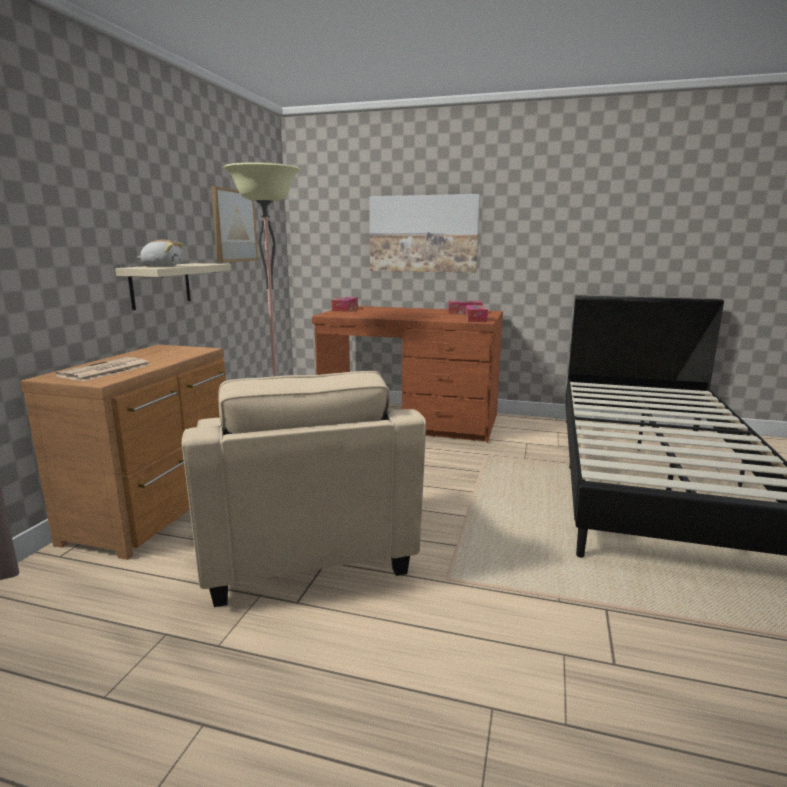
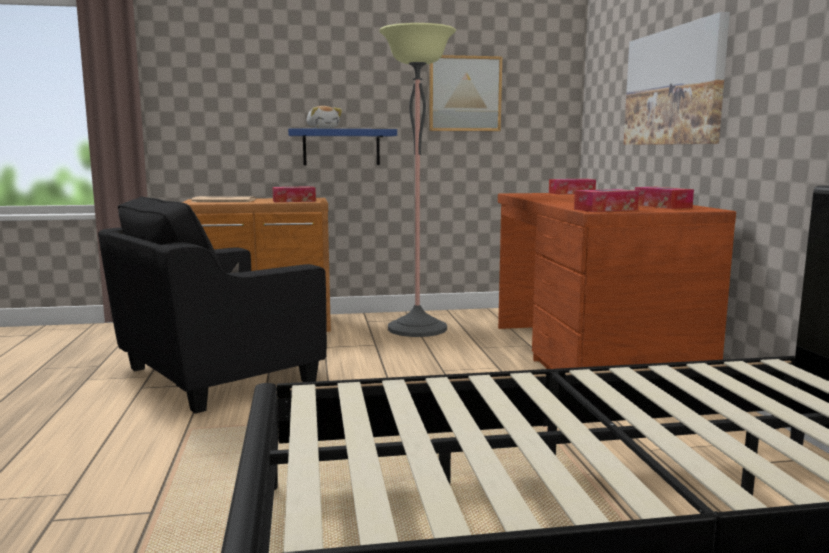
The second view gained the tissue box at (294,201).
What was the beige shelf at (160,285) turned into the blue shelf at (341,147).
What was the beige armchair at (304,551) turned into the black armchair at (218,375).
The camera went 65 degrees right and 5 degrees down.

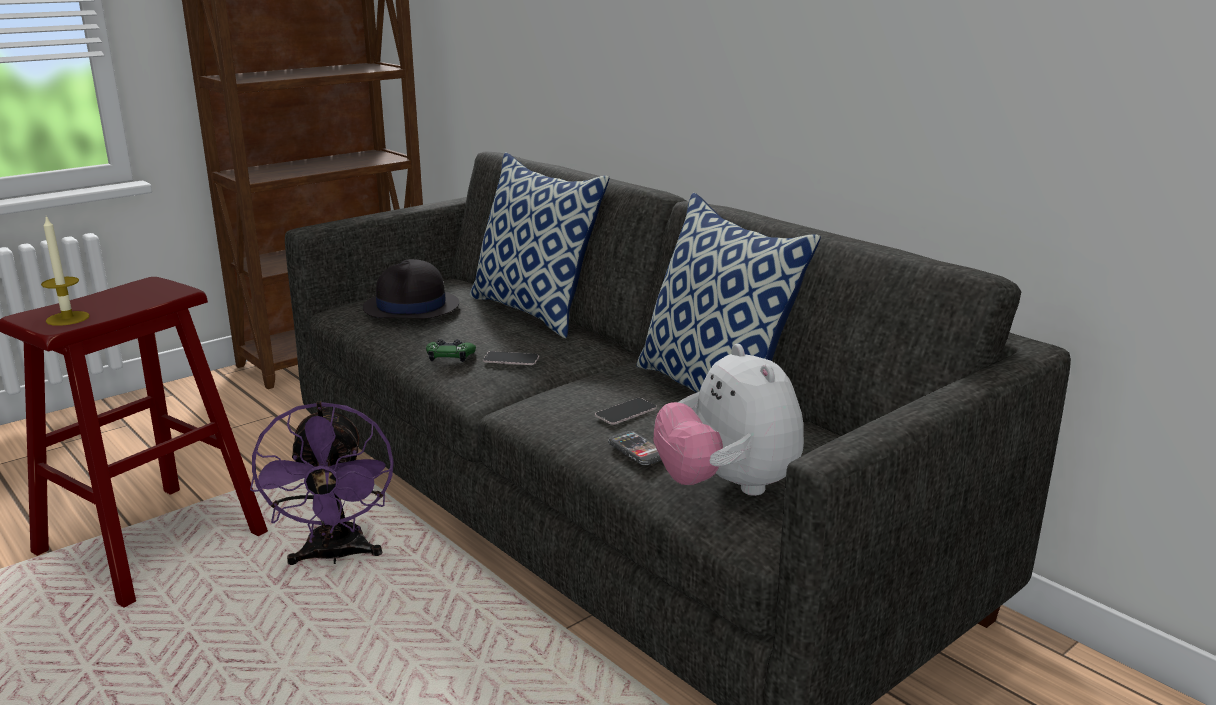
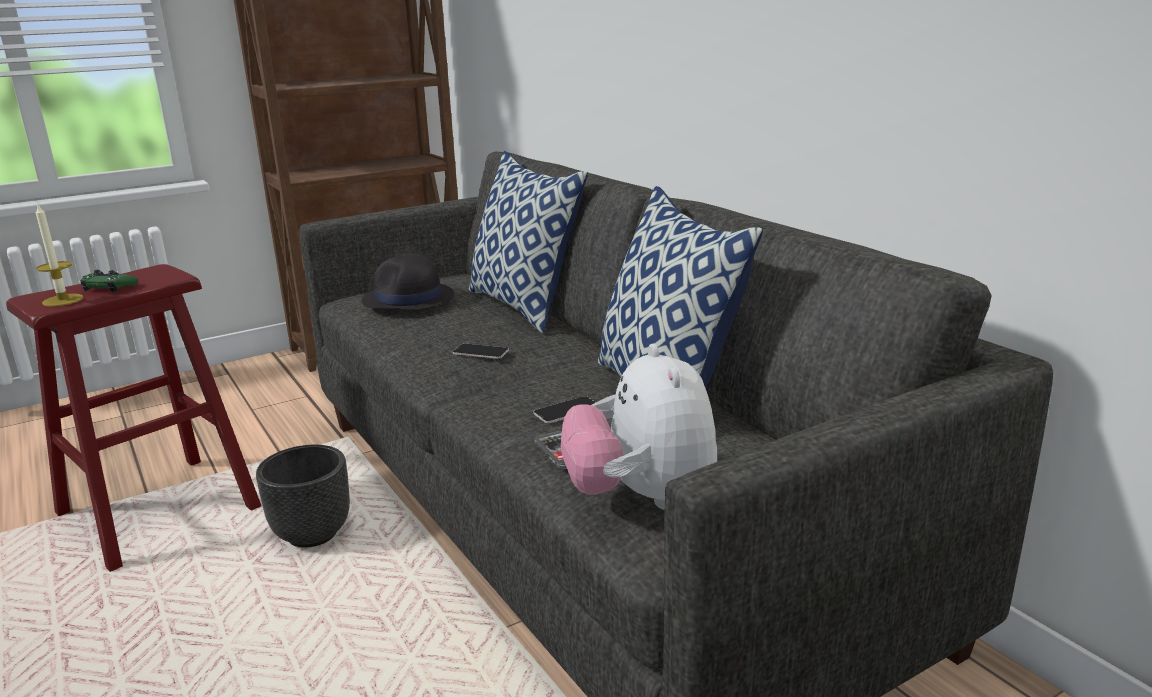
The green game controller ended up elsewhere, having gone from (450,355) to (109,287).
Where the purple fan stood at (335,556), the black planter came to stand at (313,535).
The camera went 10 degrees right and 0 degrees up.

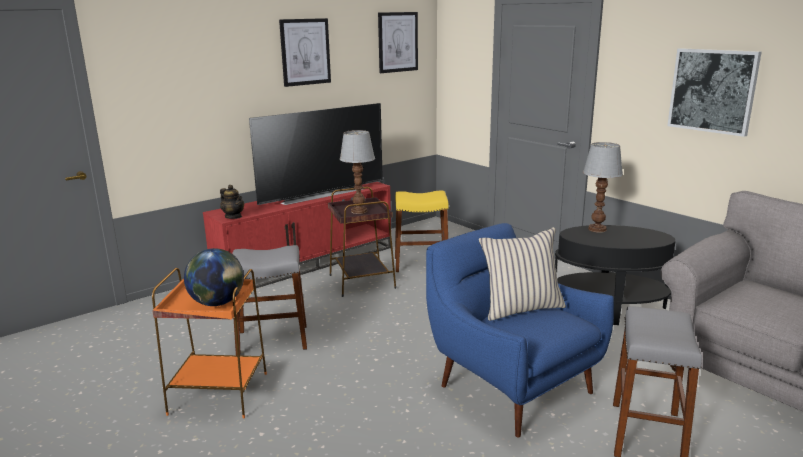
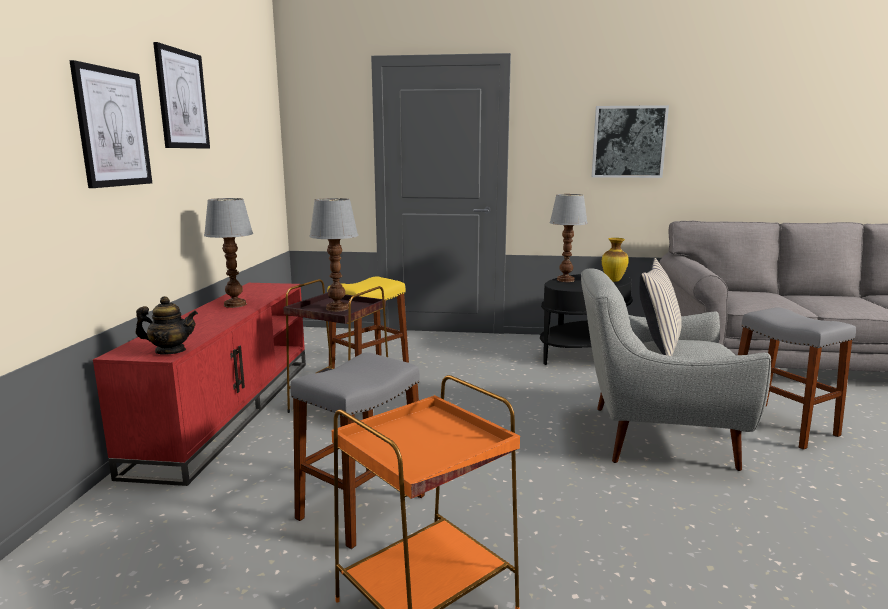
The second view lost the globe at (217,303).
The second view gained the vase at (613,281).
The picture ended up elsewhere, having gone from (397,42) to (112,128).
Where the television stood at (321,194), the table lamp came to stand at (235,304).
What was the blue armchair at (510,386) turned into the grey armchair at (652,436).
The camera went 45 degrees left and 5 degrees down.

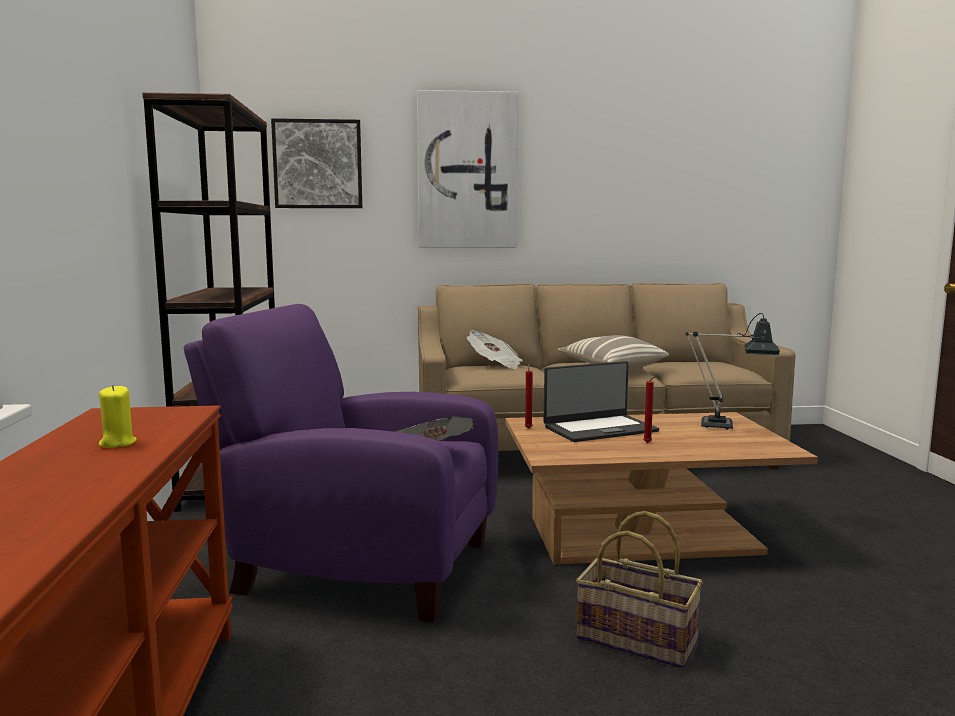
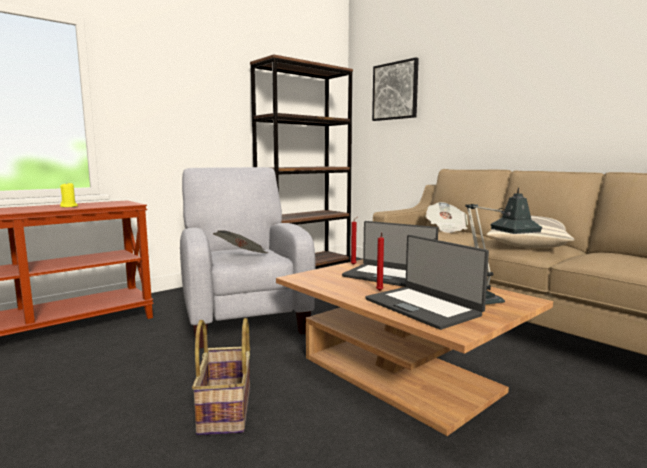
The second view lost the picture at (467,171).
The second view gained the laptop at (423,307).
What was the purple armchair at (357,565) turned into the grey armchair at (243,316).
The camera went 55 degrees right and 0 degrees up.

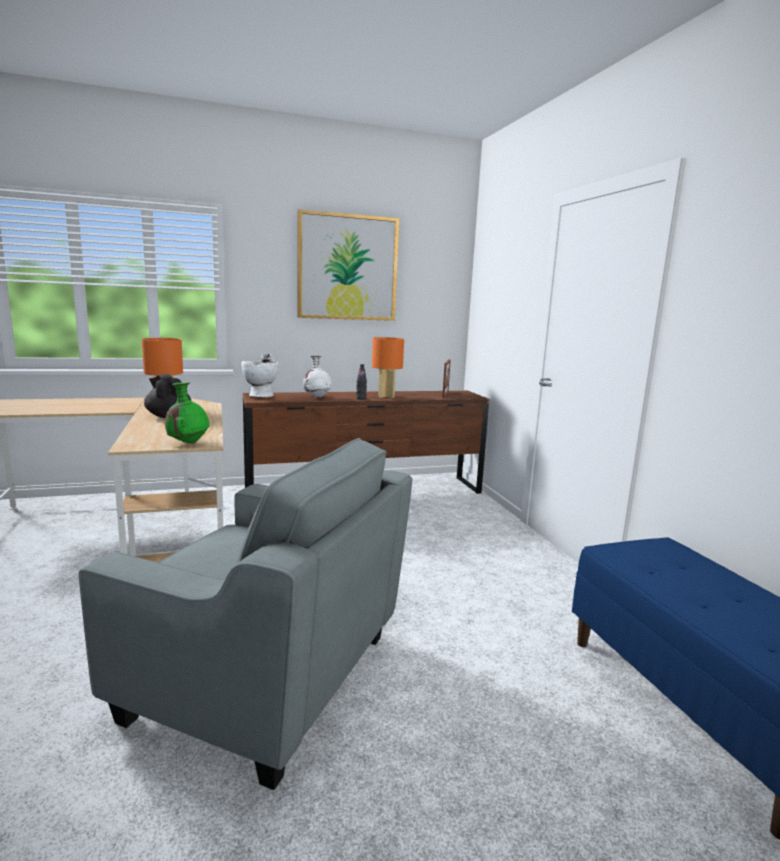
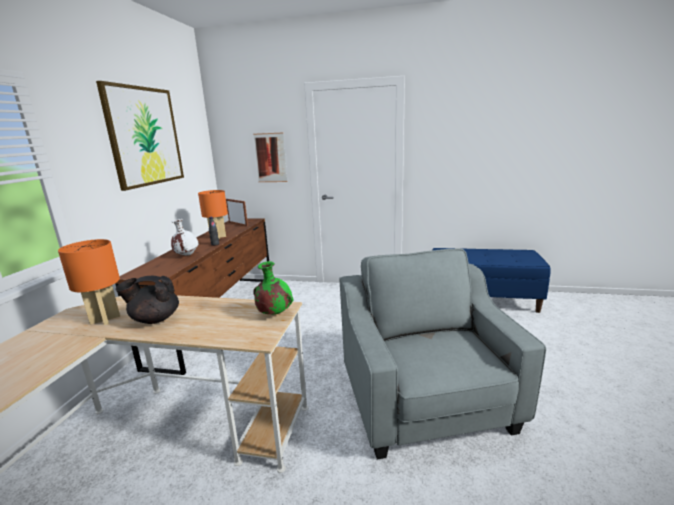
The second view lost the white vase at (262,396).
The second view gained the picture at (270,158).
The grey armchair at (265,677) ended up facing another way, 60 degrees counterclockwise from before.
The camera went 60 degrees left and 5 degrees up.

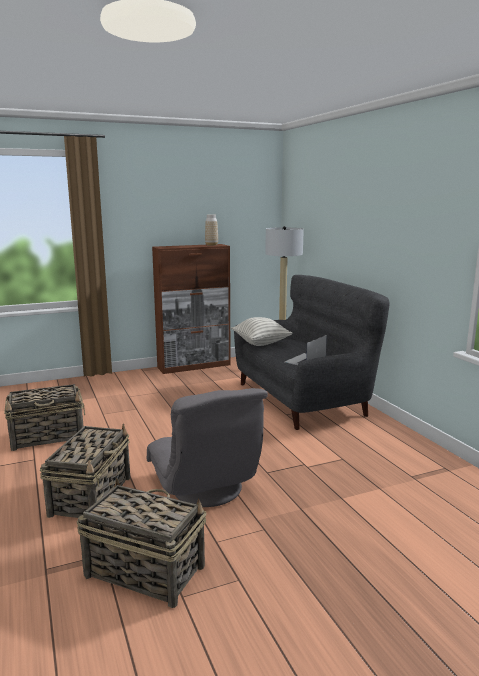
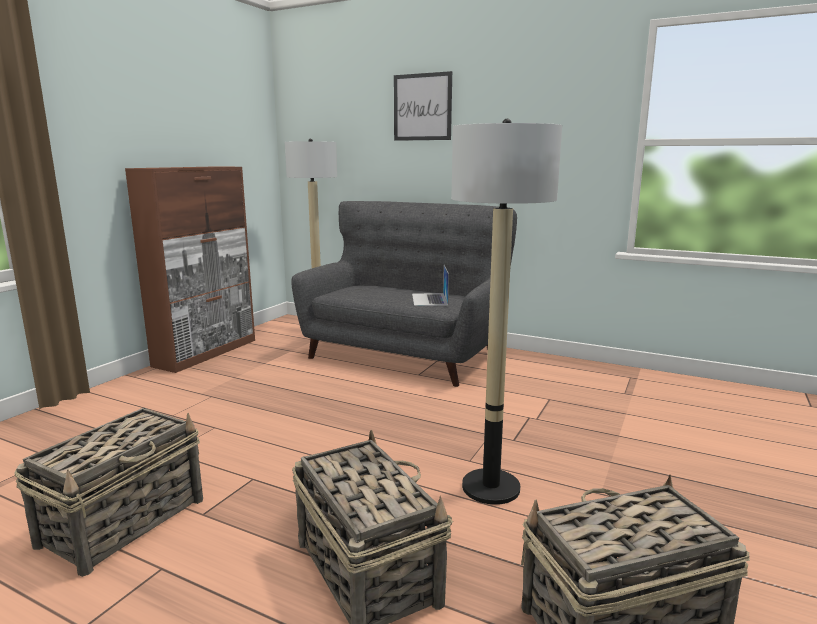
The second view lost the vase at (211,245).
The second view lost the pillow at (261,343).
The second view gained the picture at (422,107).
Where the grey armchair stood at (205,489), the floor lamp came to stand at (491,487).
The camera went 40 degrees left and 0 degrees up.

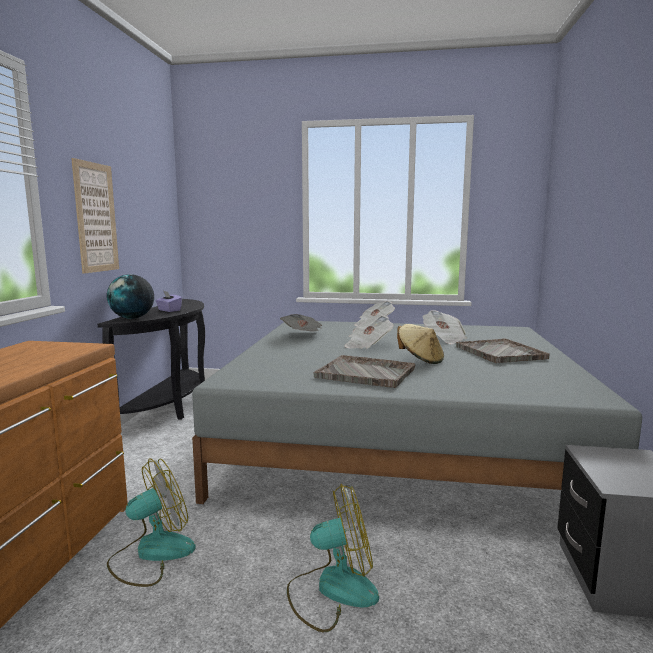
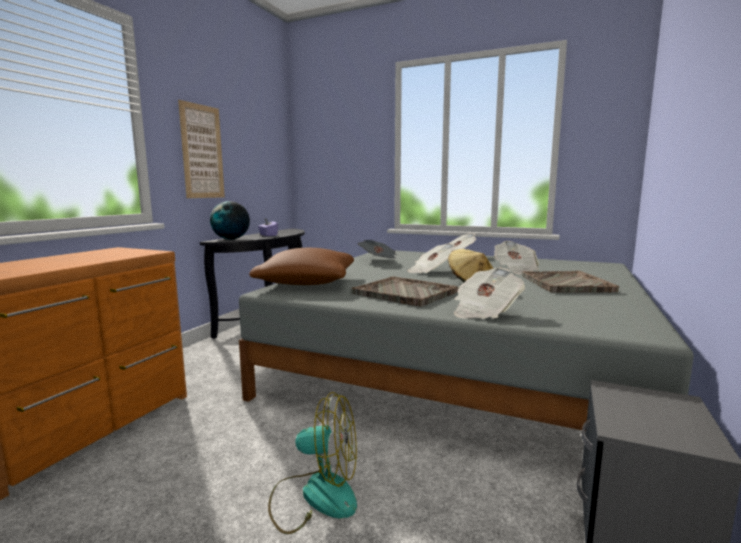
The second view lost the fan at (152,553).
The second view gained the brown pillow at (307,282).
The second view gained the newspaper at (484,312).
The camera went 15 degrees right and 0 degrees up.

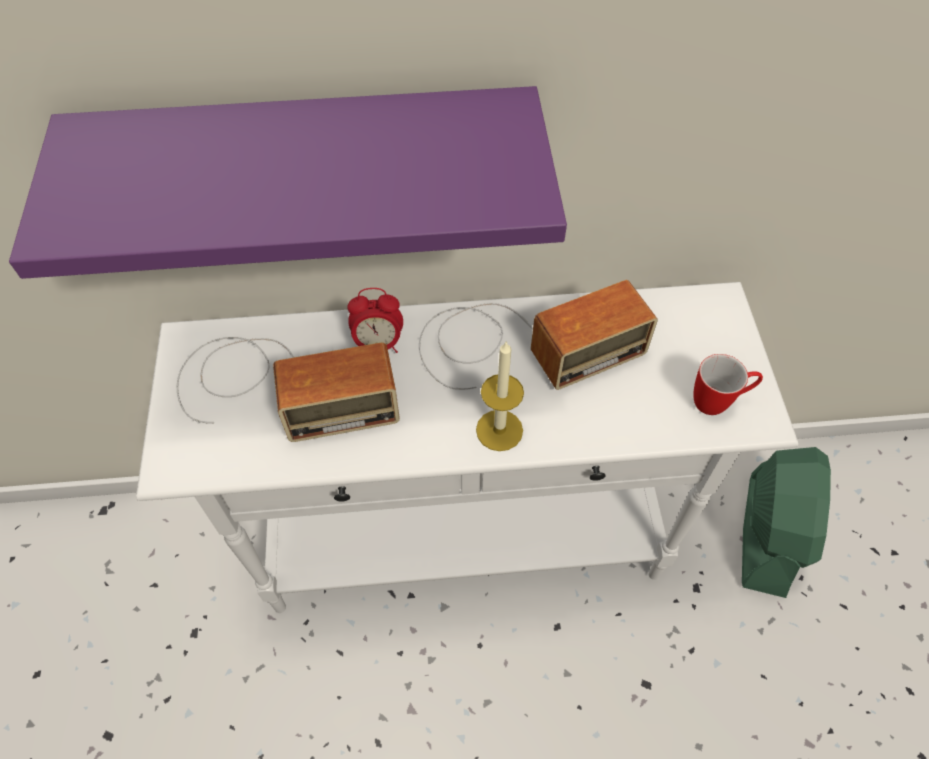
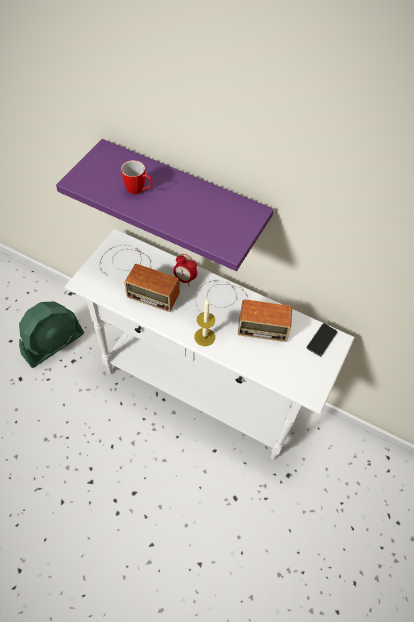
The second view gained the phone at (321,340).
The mug ended up elsewhere, having gone from (718,402) to (139,191).
The green fan ended up elsewhere, having gone from (767,533) to (53,344).
The camera went 30 degrees right and 0 degrees up.

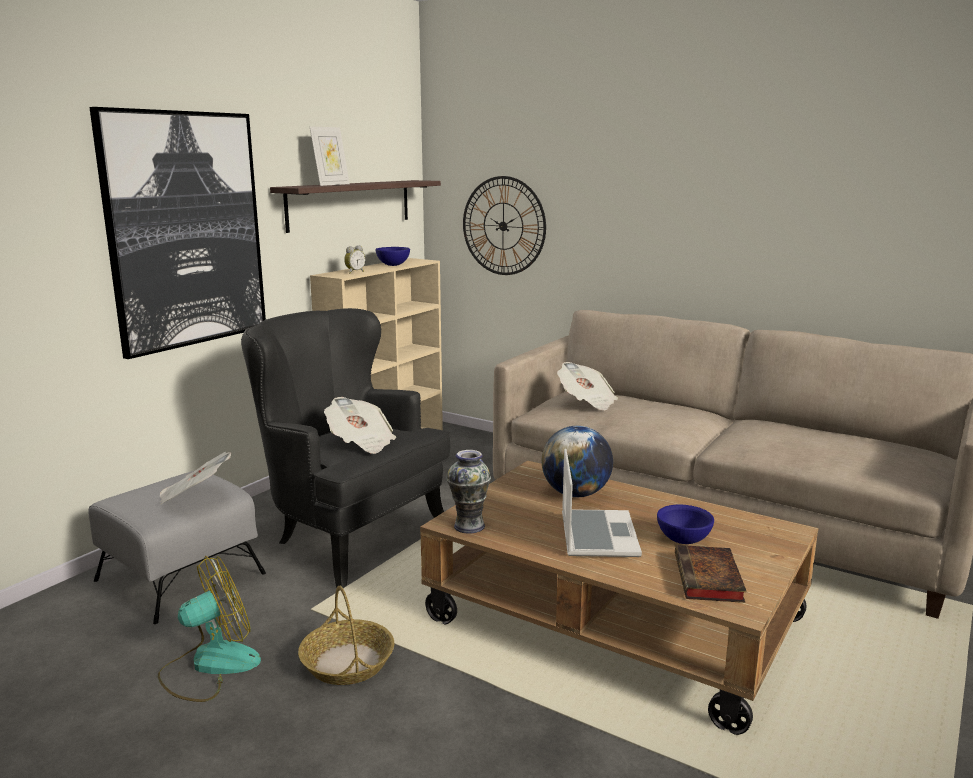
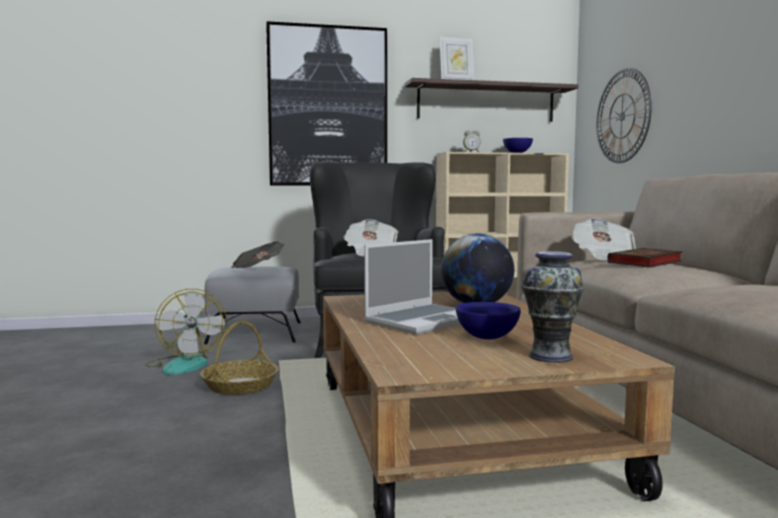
The vase ended up elsewhere, having gone from (469,526) to (550,357).
The book ended up elsewhere, having gone from (709,580) to (644,263).
The fan at (209,666) ended up facing another way, 60 degrees clockwise from before.
The camera went 45 degrees right and 10 degrees down.

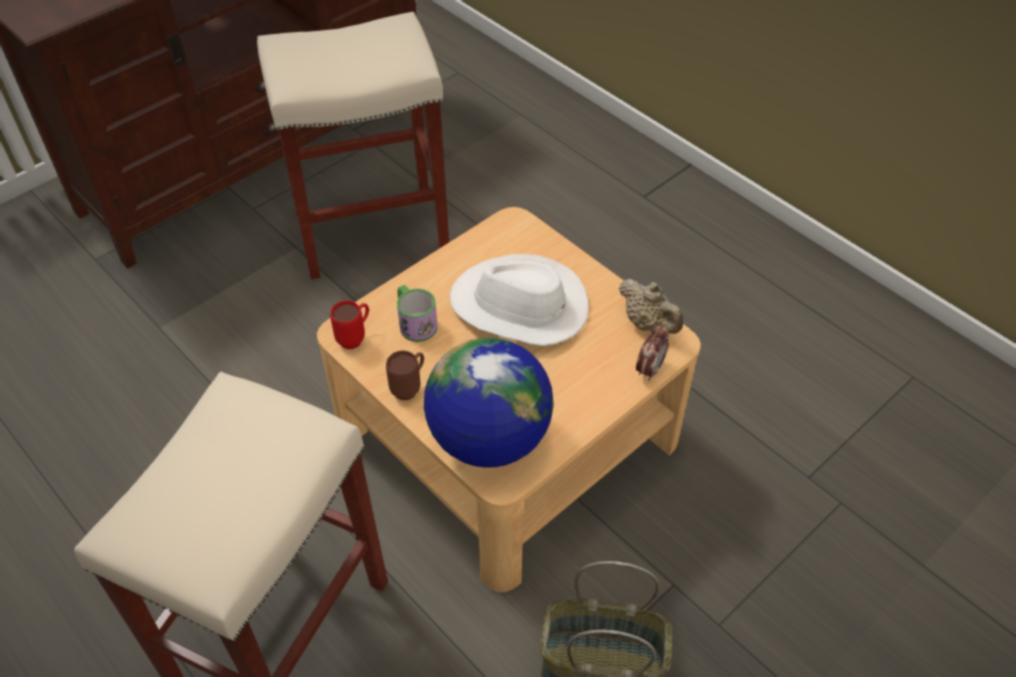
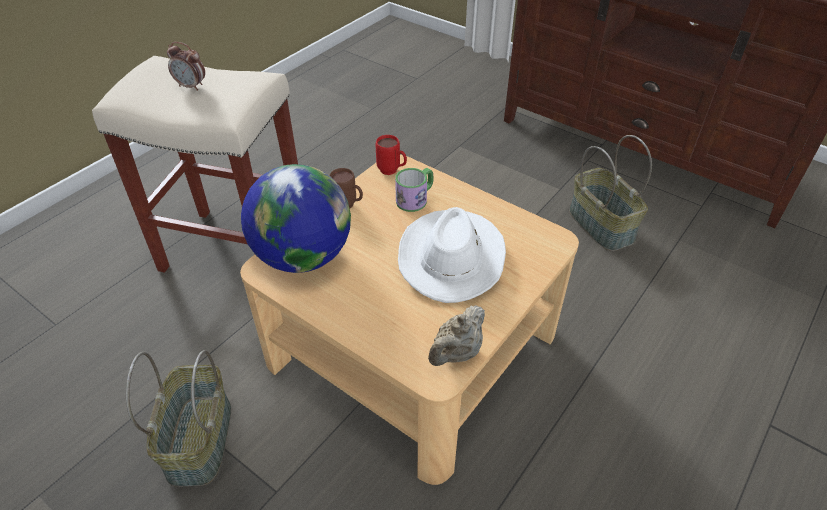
The alarm clock ended up elsewhere, having gone from (649,369) to (191,86).
Where the beige stool stood at (373,228), the basket came to stand at (602,225).
The camera went 80 degrees right and 5 degrees down.

